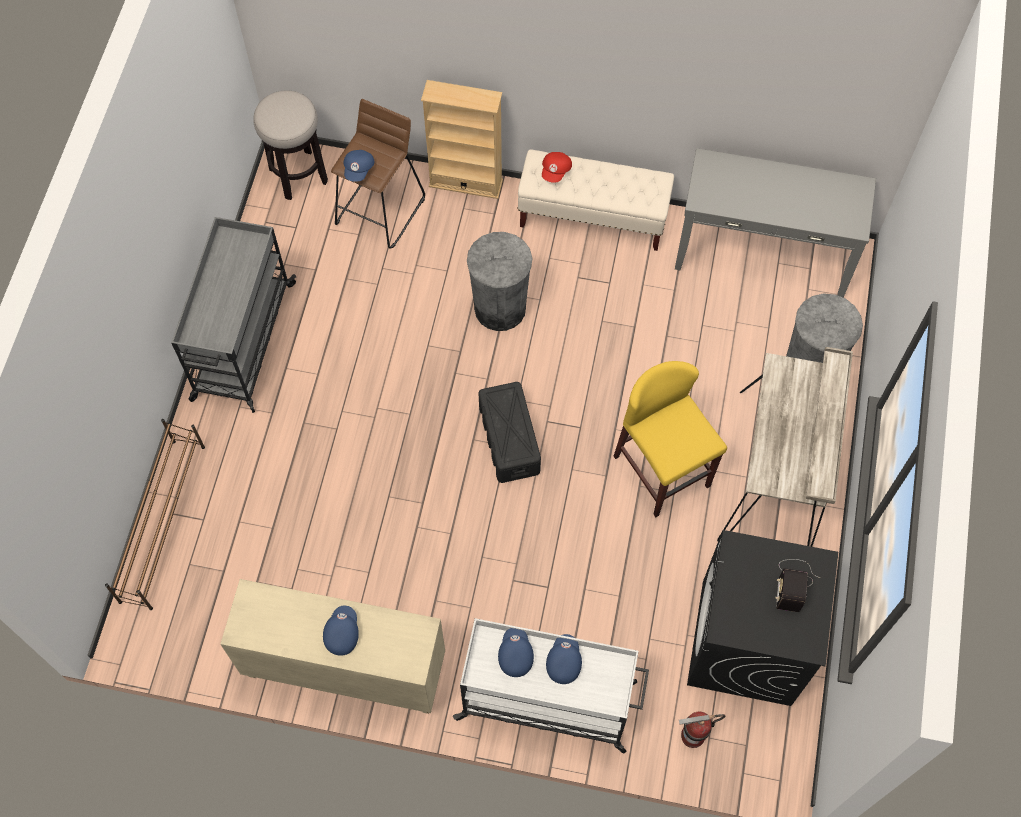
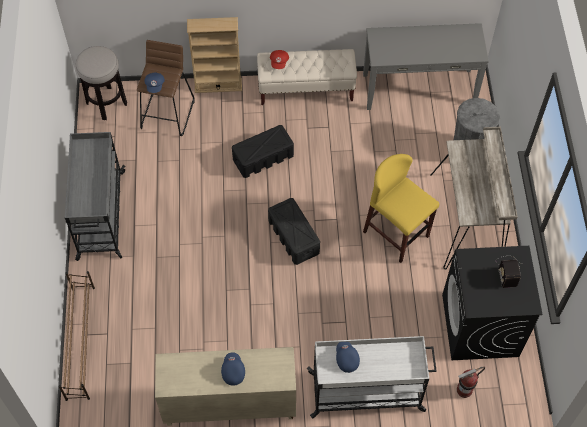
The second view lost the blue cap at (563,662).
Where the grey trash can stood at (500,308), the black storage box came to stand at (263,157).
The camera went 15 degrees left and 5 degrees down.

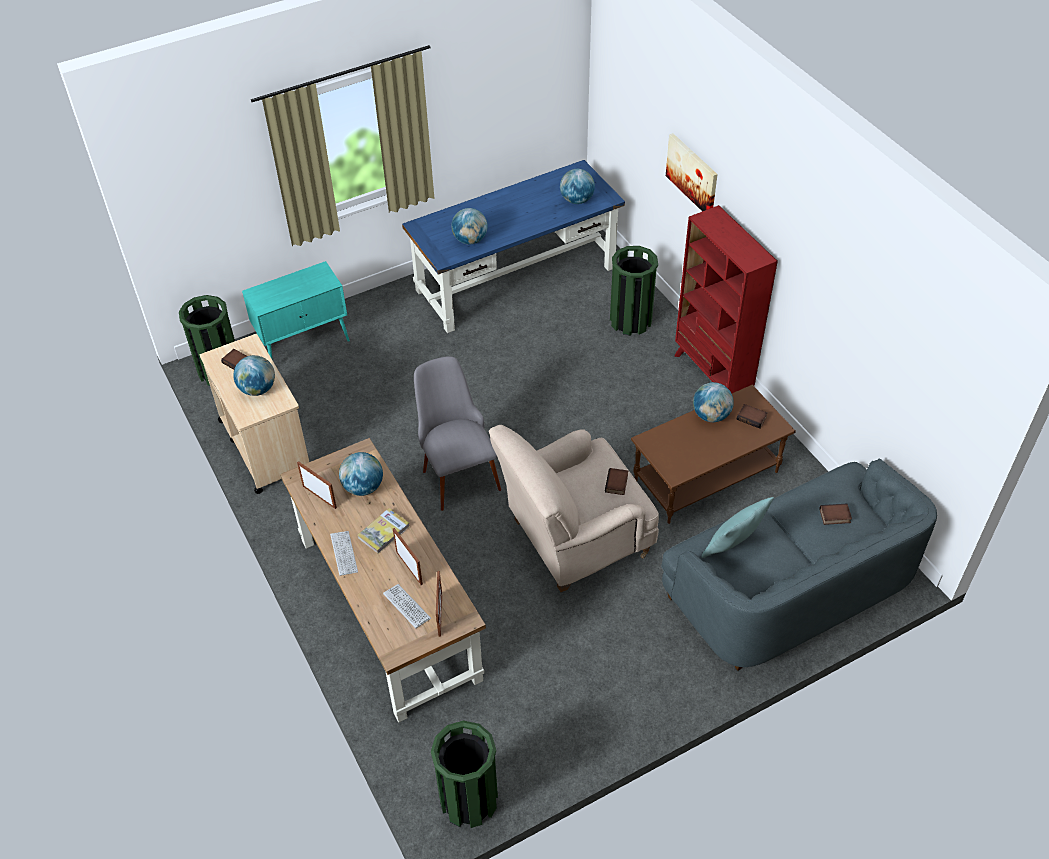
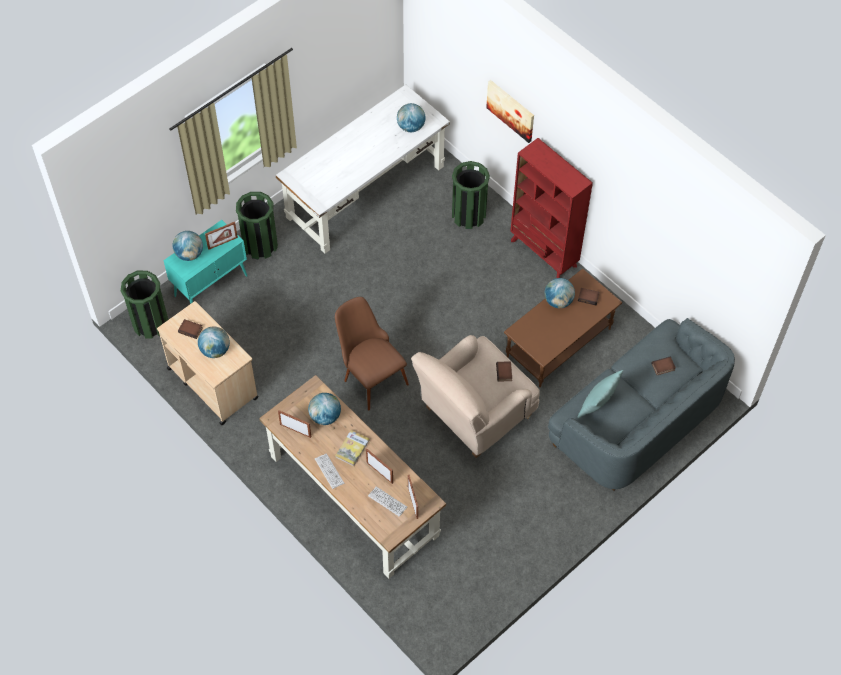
The second view gained the picture frame at (222,243).
The green trash can ended up elsewhere, having gone from (468,800) to (260,245).
The globe ended up elsewhere, having gone from (470,240) to (189,254).
What was the blue desk at (516,278) turned into the white desk at (365,191).
What was the grey chair at (456,470) turned into the brown chair at (370,375).
The camera went 15 degrees left and 10 degrees up.

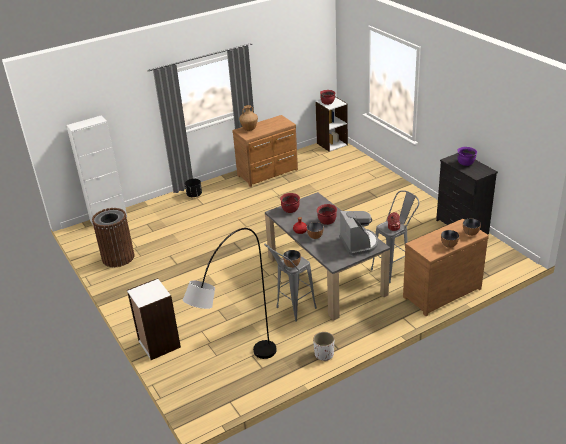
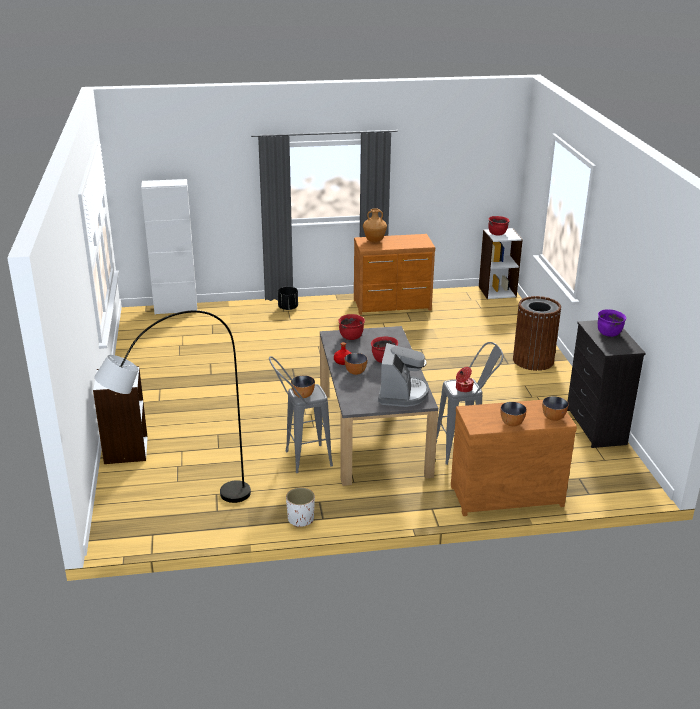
The brown trash can ended up elsewhere, having gone from (118,257) to (533,360).
The camera went 20 degrees right and 5 degrees down.

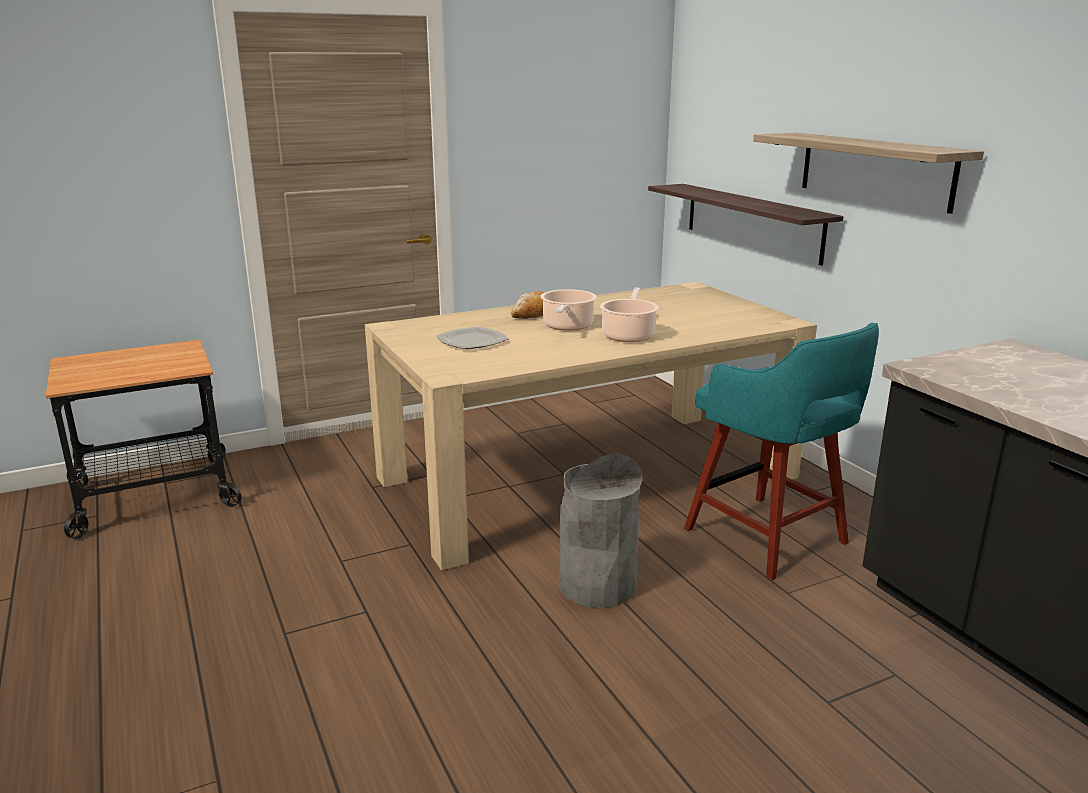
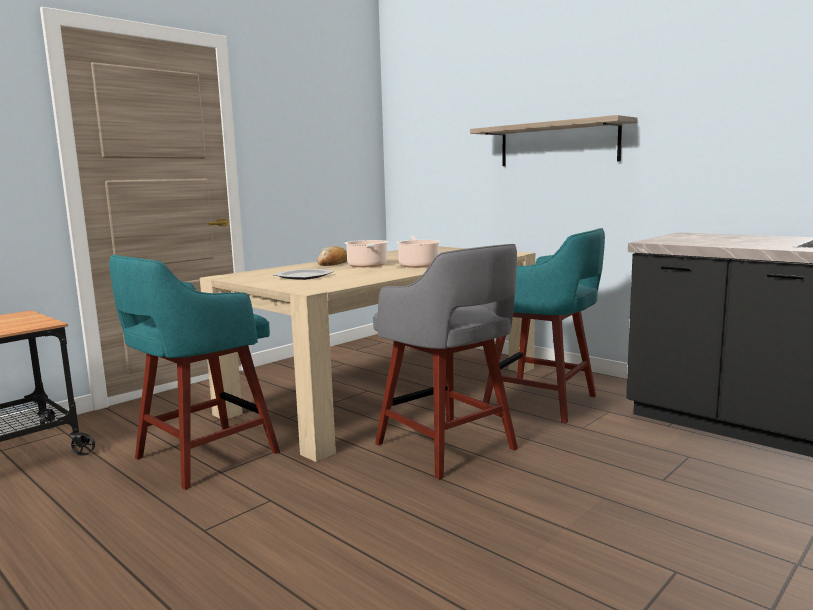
The second view lost the shelf at (752,221).
The second view gained the turquoise stool at (203,456).
Where the grey trash can stood at (597,585), the grey stool came to stand at (448,448).
The camera went 20 degrees left and 10 degrees down.

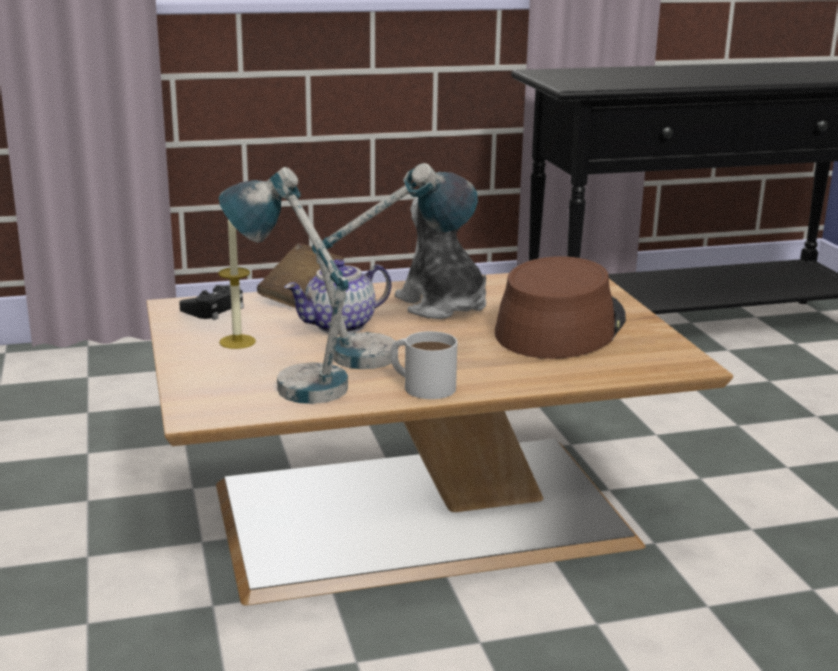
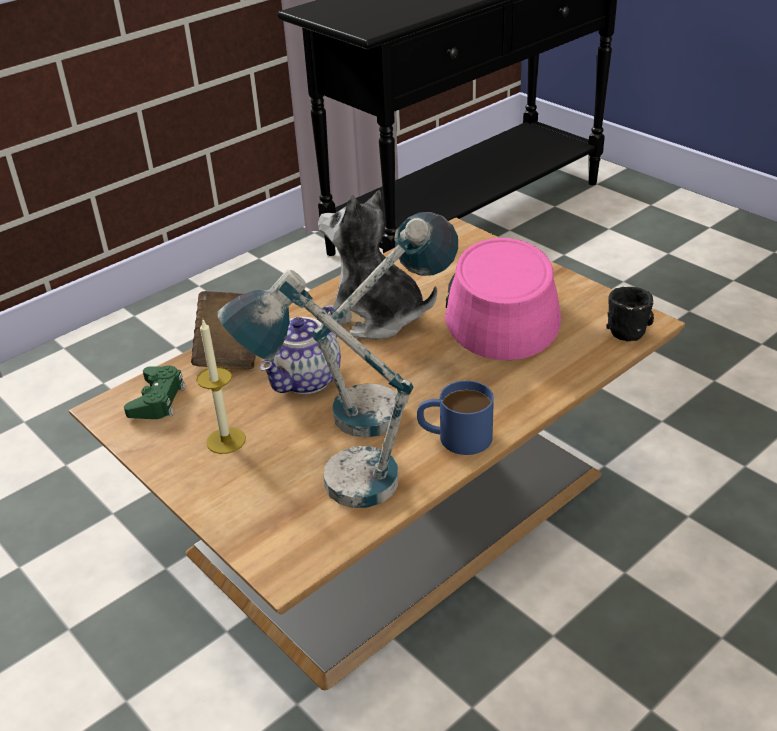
The second view gained the black mug at (620,326).
What was the black game controller at (214,309) turned into the green game controller at (157,399).
What was the white mug at (421,385) turned into the blue mug at (454,436).
What was the brown hat at (560,326) turned into the pink hat at (500,309).
The camera went 25 degrees left and 15 degrees up.

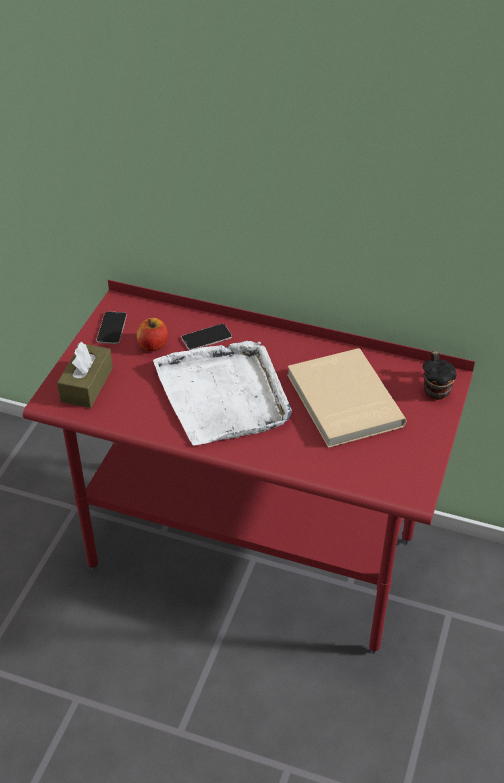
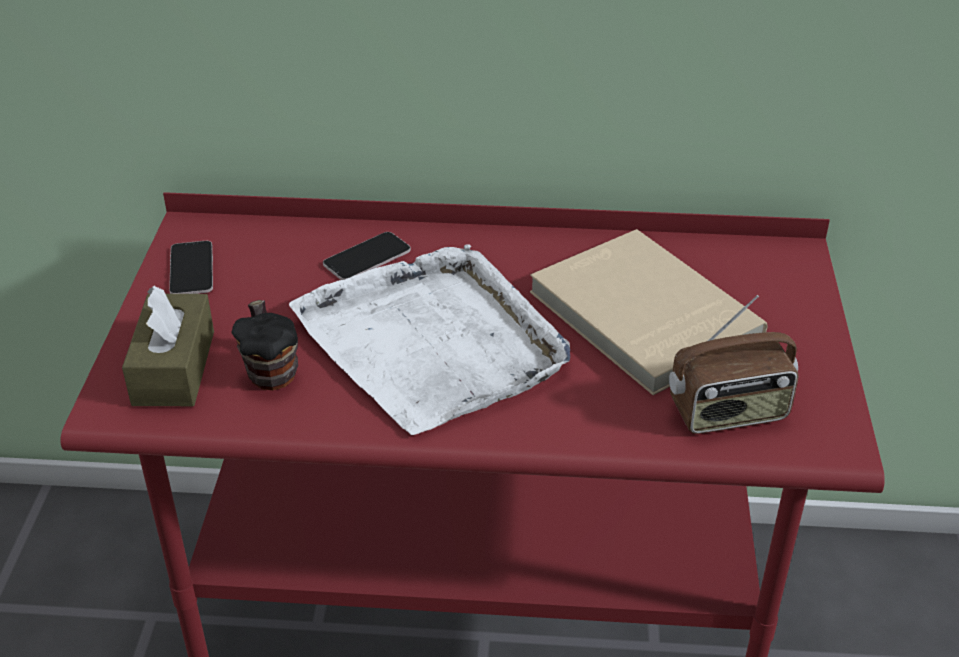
The second view lost the apple at (153,345).
The second view gained the radio at (728,413).
The mug ended up elsewhere, having gone from (435,388) to (271,370).
The camera went 15 degrees left and 5 degrees down.

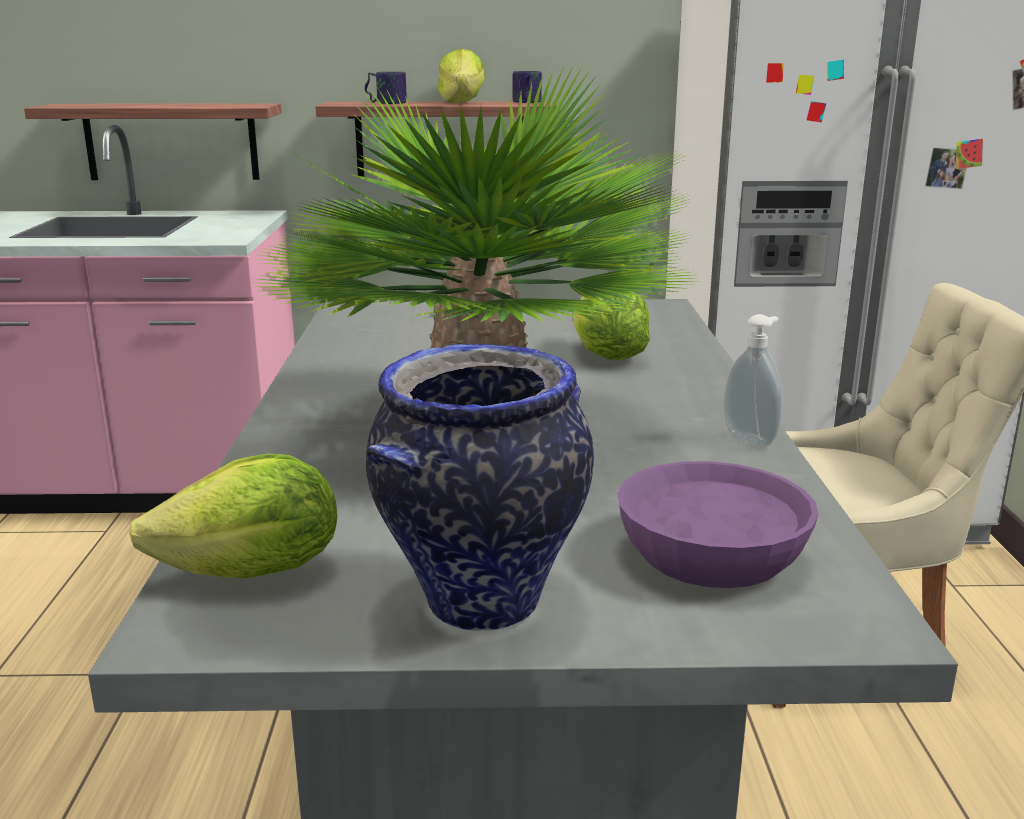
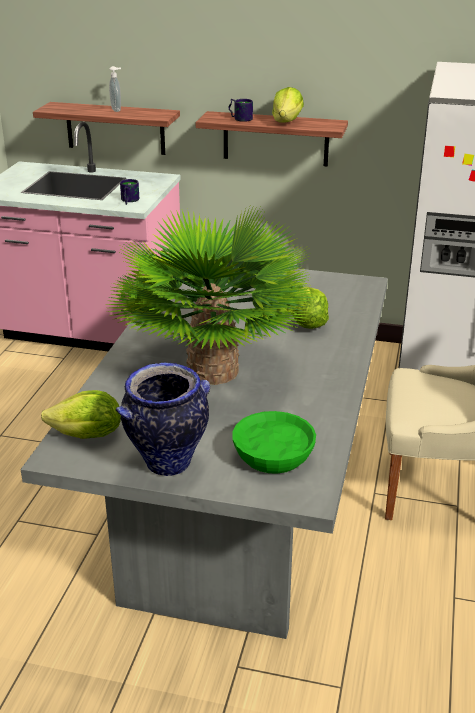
The mug ended up elsewhere, having gone from (526,102) to (128,201).
The soap dispenser ended up elsewhere, having gone from (751,440) to (117,110).
What was the purple bowl at (710,556) turned into the green bowl at (272,456).
The camera went 15 degrees right and 10 degrees up.

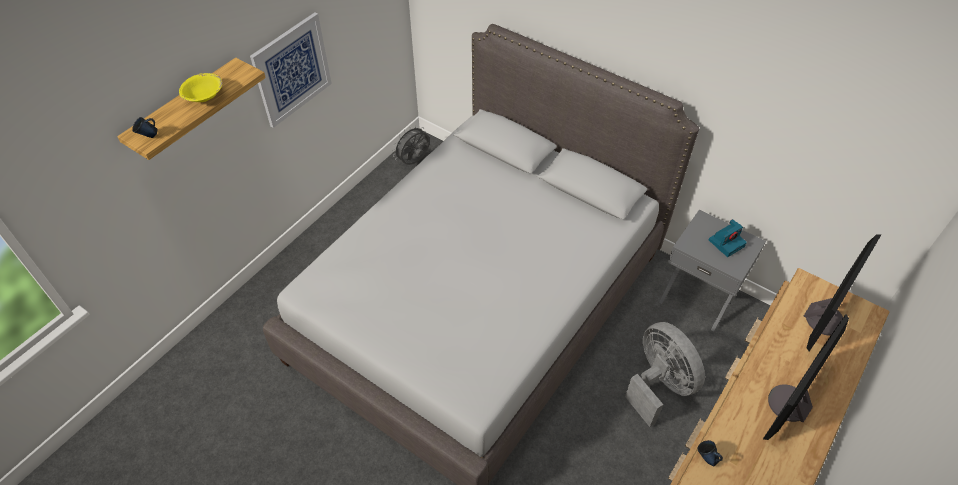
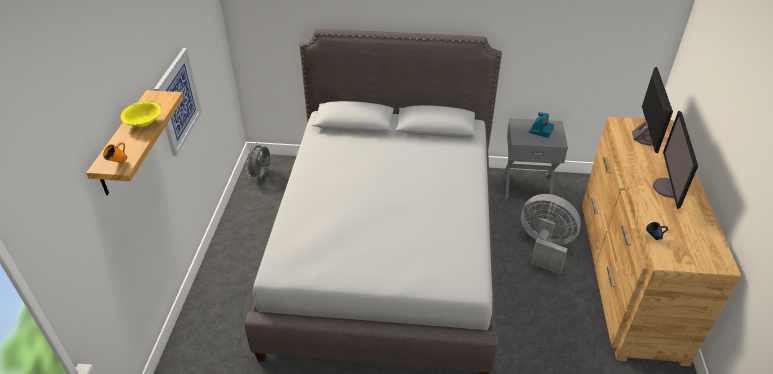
What was the blue mug at (149,136) turned into the orange mug at (118,163).
The camera went 30 degrees left and 10 degrees down.

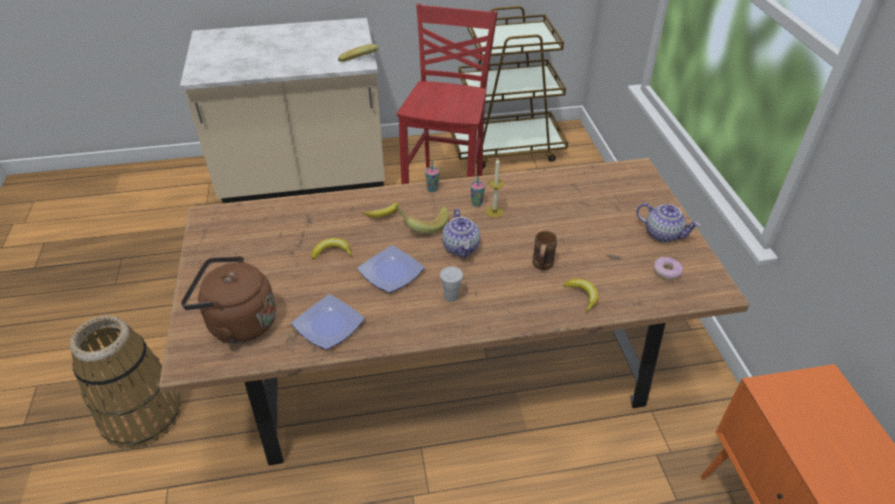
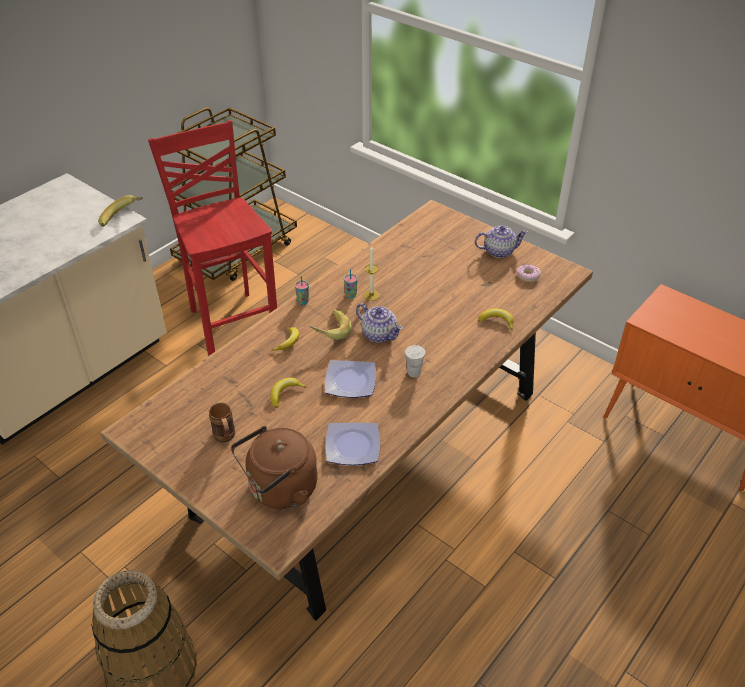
The brown mug ended up elsewhere, having gone from (541,266) to (225,438).
The camera went 40 degrees left and 0 degrees up.

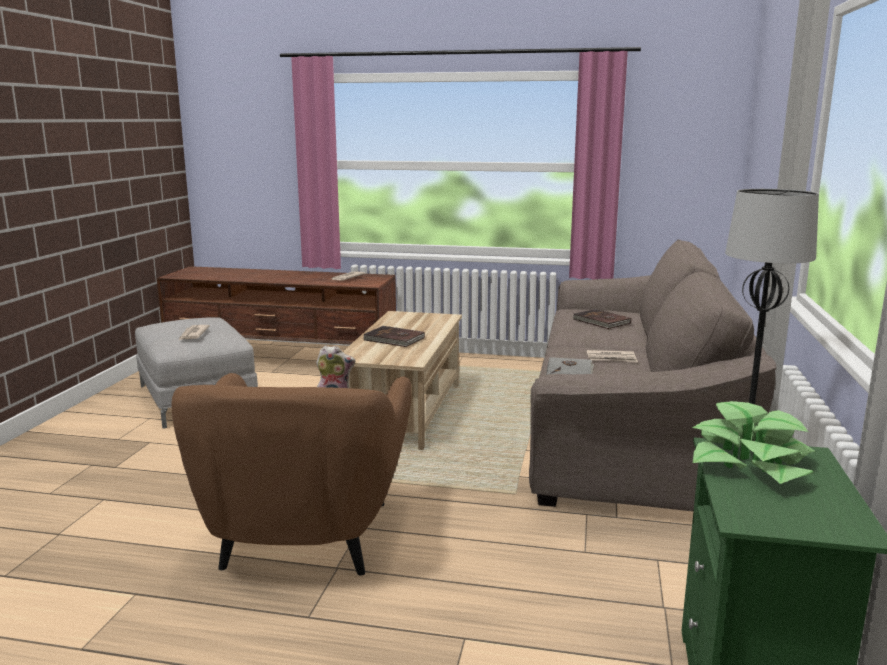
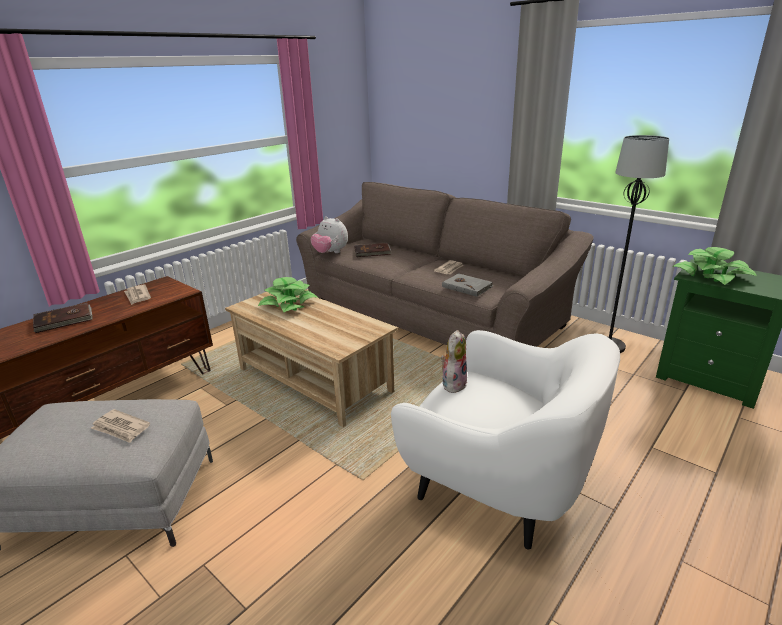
The second view gained the potted plant at (288,304).
The second view gained the plush toy at (330,253).
The brown book ended up elsewhere, having gone from (394,339) to (64,320).
What was the brown armchair at (305,538) turned into the white armchair at (499,485).
The camera went 60 degrees left and 10 degrees up.

